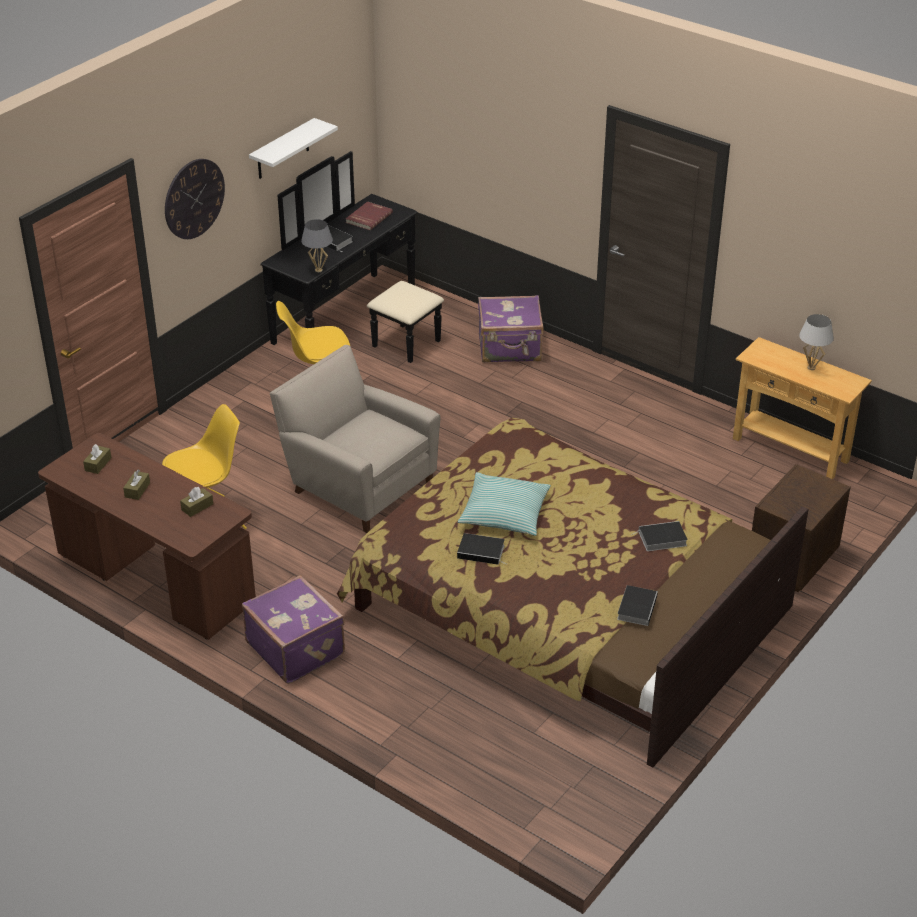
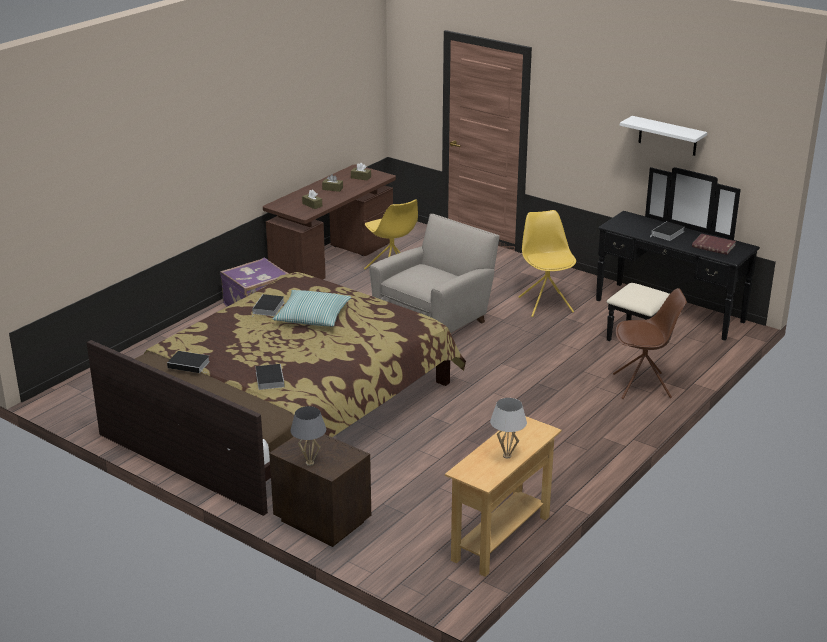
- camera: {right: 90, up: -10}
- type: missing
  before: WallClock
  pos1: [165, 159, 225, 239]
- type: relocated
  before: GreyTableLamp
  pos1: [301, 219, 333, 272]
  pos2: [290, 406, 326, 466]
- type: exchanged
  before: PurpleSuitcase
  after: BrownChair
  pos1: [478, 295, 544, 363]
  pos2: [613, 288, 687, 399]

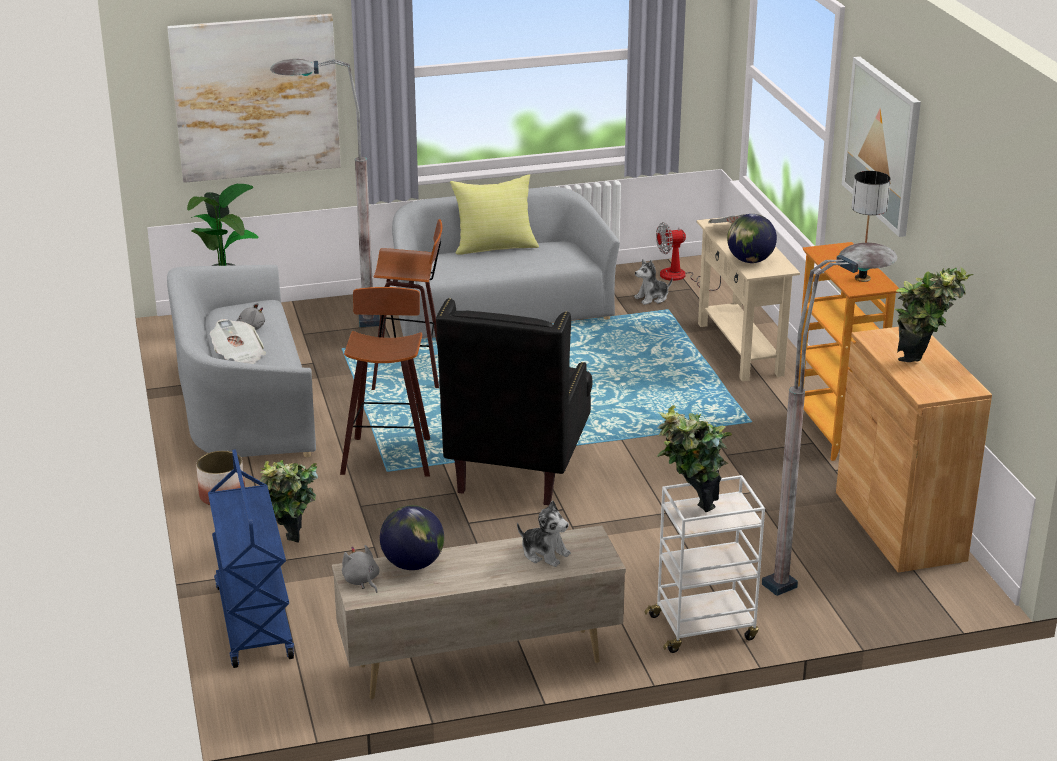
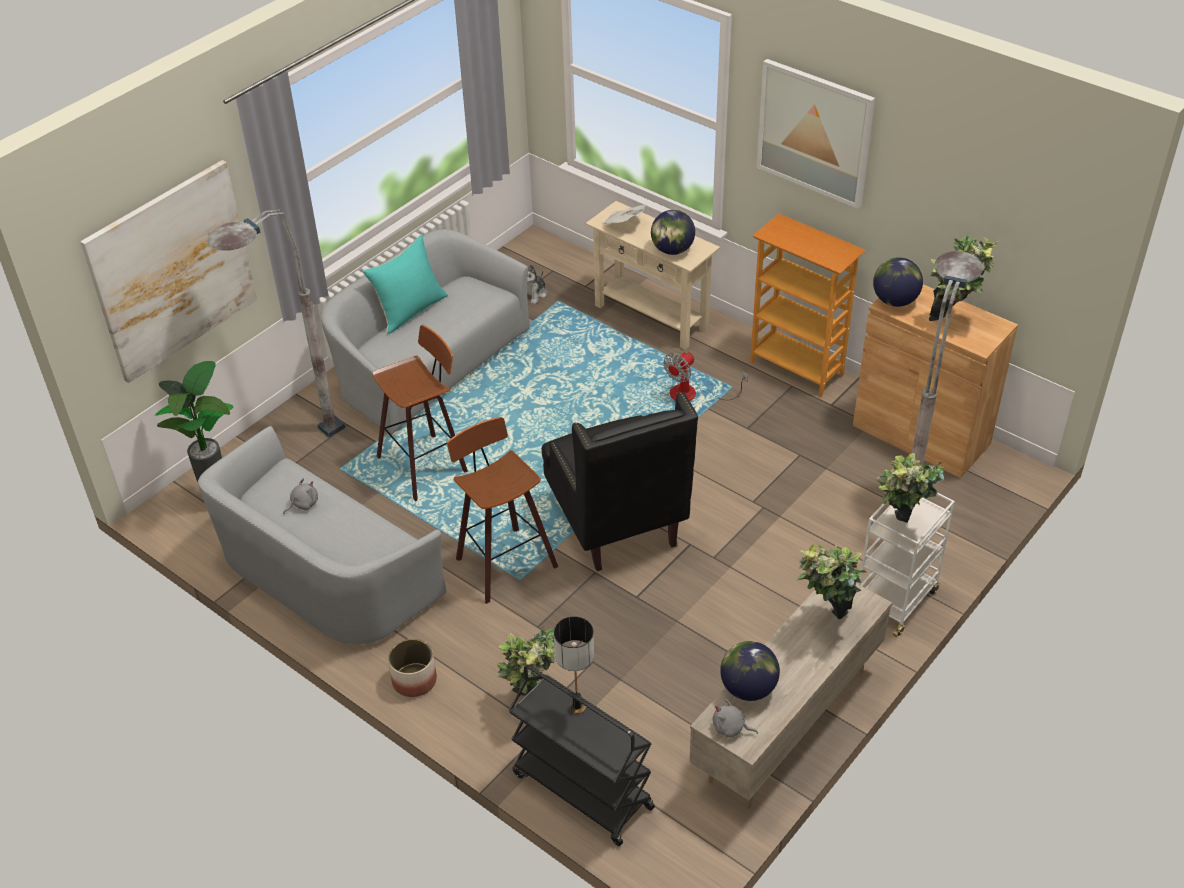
- camera: {right: -35, up: 15}
- type: missing
  before: Newspaper
  pos1: [210, 319, 266, 364]
- type: appeared
  after: Globe
  pos2: [873, 257, 923, 307]
- type: relocated
  before: Fan
  pos1: [656, 222, 721, 291]
  pos2: [663, 352, 748, 401]
- type: relocated
  before: TableLamp
  pos1: [852, 171, 891, 282]
  pos2: [554, 616, 594, 714]
- type: exchanged
  before: PlushToy
  after: PottedPlant
  pos1: [517, 500, 571, 567]
  pos2: [797, 544, 867, 619]
- type: colour
  before: BlueCart
  after: BlackCart
  pos1: [208, 449, 294, 668]
  pos2: [509, 664, 655, 846]
- type: colour
  before: YellowPillow
  after: TurquoisePillow
  pos1: [450, 174, 539, 255]
  pos2: [363, 234, 448, 334]

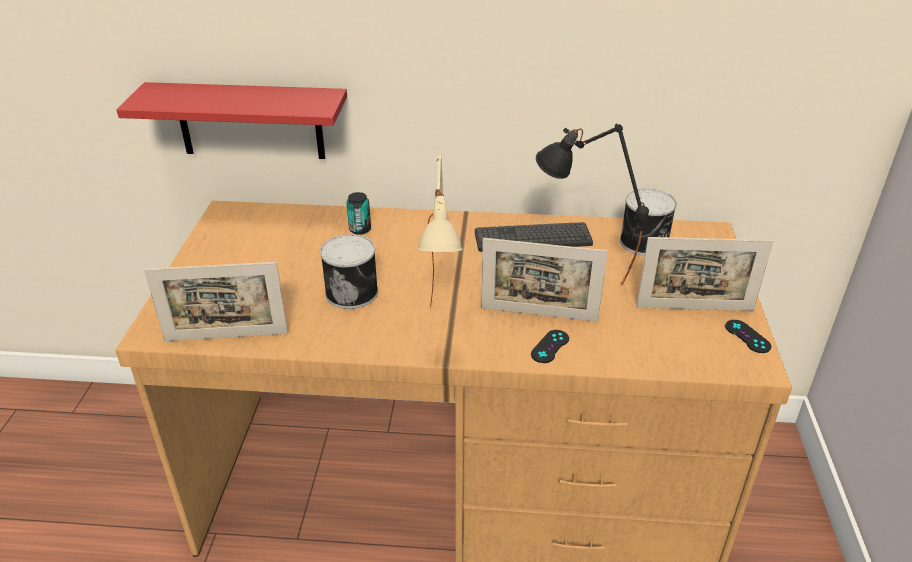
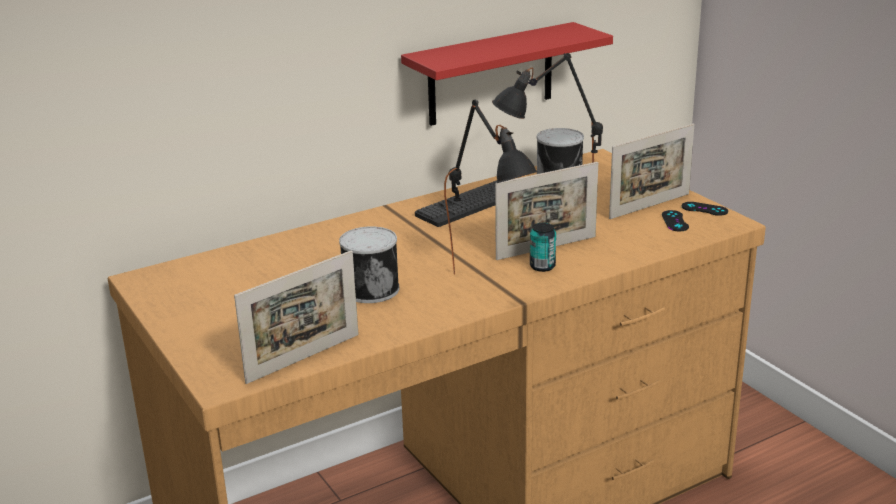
- camera: {right: -35, up: -10}
- type: relocated
  before: RedShelf
  pos1: [116, 82, 347, 159]
  pos2: [401, 22, 613, 126]
- type: relocated
  before: Can
  pos1: [346, 192, 371, 235]
  pos2: [530, 223, 556, 272]
- type: relocated
  before: BlackGameController
  pos1: [531, 330, 569, 363]
  pos2: [662, 210, 689, 231]
- type: colour
  before: BeigeTableLamp
  after: BlackTableLamp
  pos1: [417, 154, 463, 308]
  pos2: [444, 99, 538, 274]

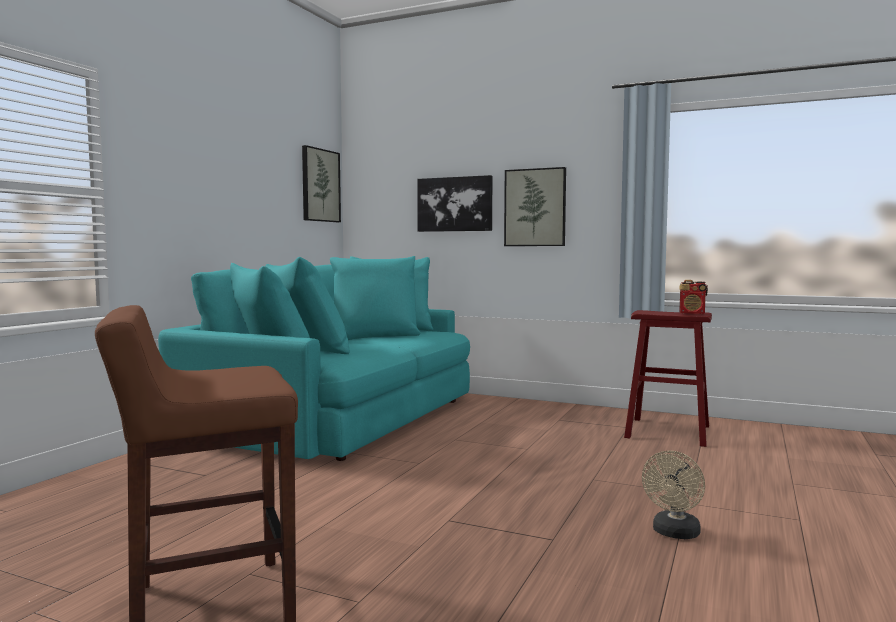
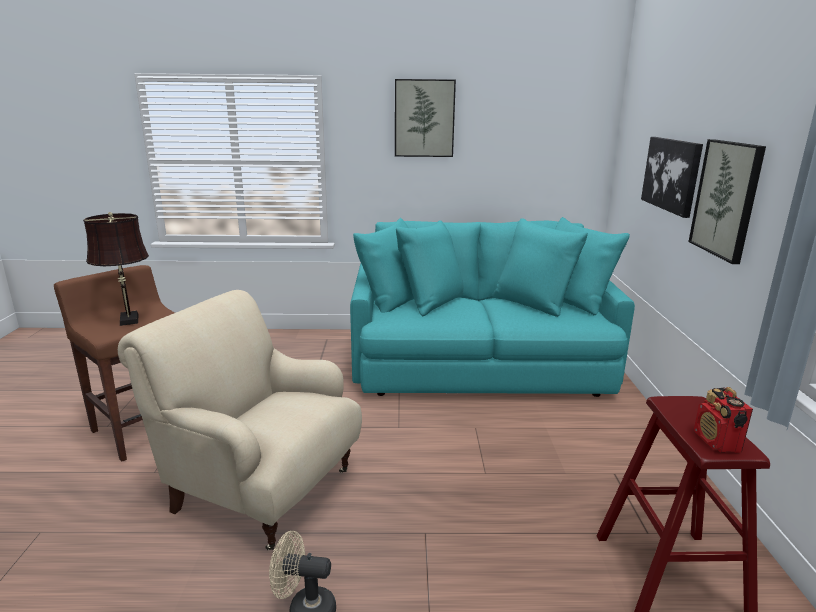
- camera: {right: 65, up: 15}
- type: appeared
  after: BrownTableLamp
  pos2: [83, 212, 149, 326]
- type: appeared
  after: BeigeArmchair
  pos2: [118, 290, 362, 550]
- type: relocated
  before: Picture
  pos1: [302, 145, 341, 222]
  pos2: [395, 79, 456, 157]

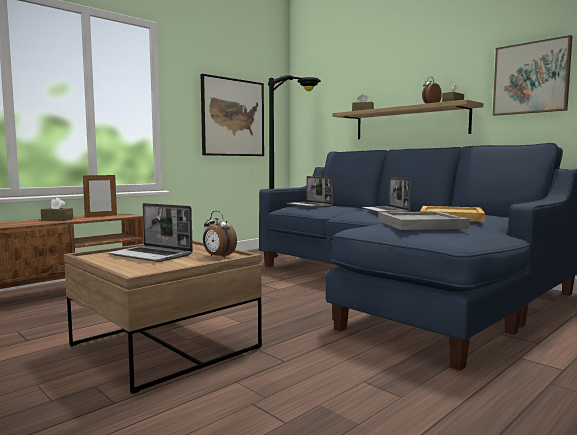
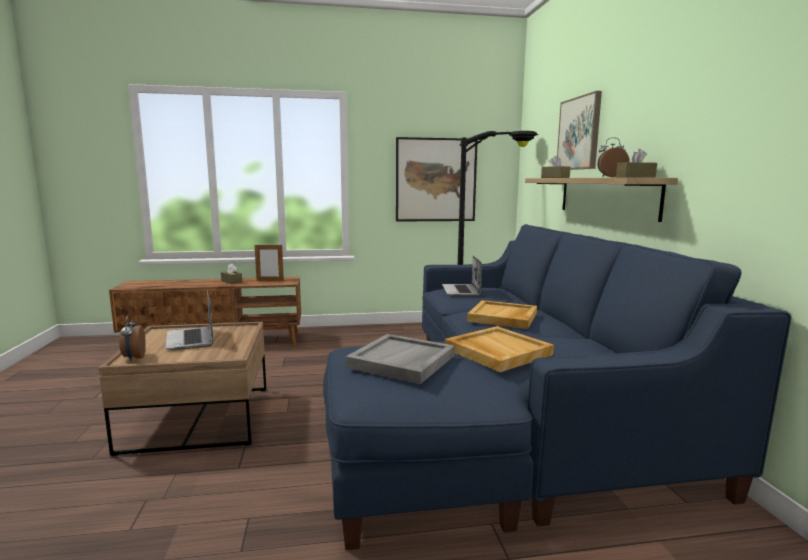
- camera: {right: 35, up: 5}
- type: relocated
  before: AlarmClock
  pos1: [203, 211, 237, 258]
  pos2: [119, 315, 146, 361]
- type: relocated
  before: Picture
  pos1: [493, 35, 572, 116]
  pos2: [557, 91, 602, 170]
- type: exchanged
  before: Laptop
  after: BeigeTray
  pos1: [362, 177, 411, 213]
  pos2: [467, 300, 537, 329]

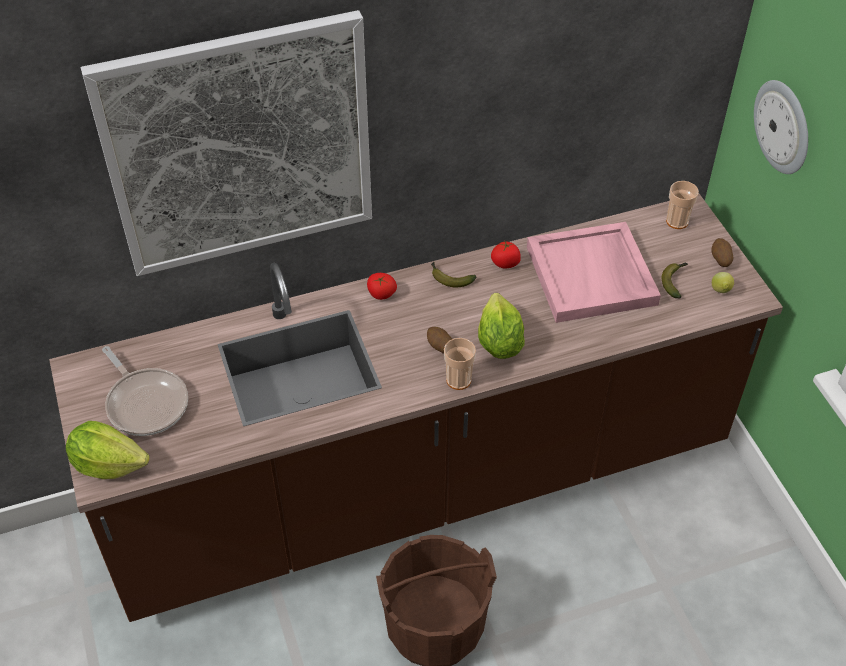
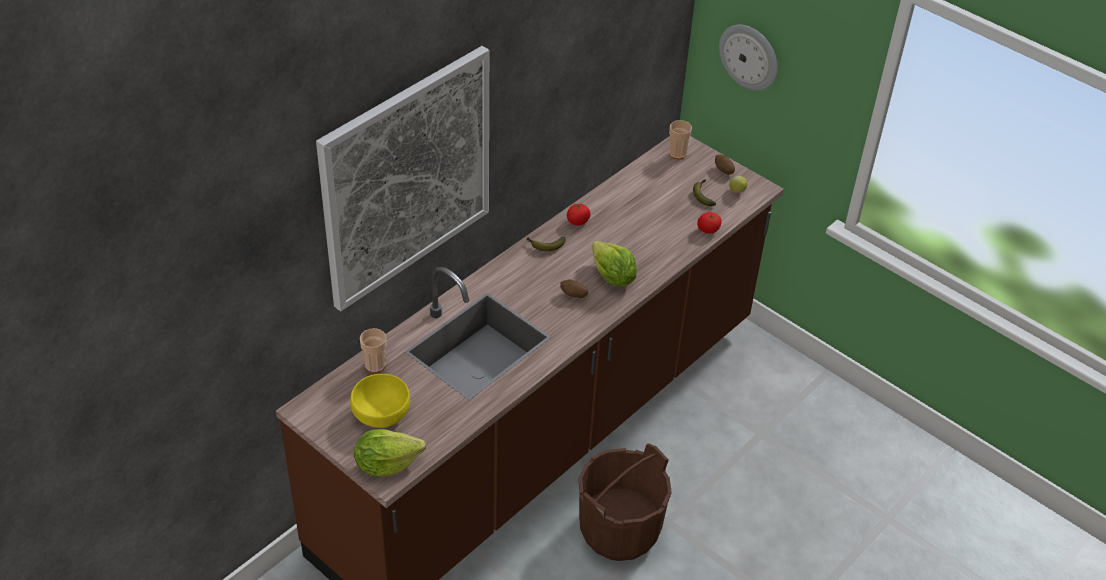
- camera: {right: -30, up: -5}
- type: missing
  before: PinkTray
  pos1: [527, 222, 661, 323]
- type: relocated
  before: Tomato
  pos1: [367, 273, 397, 300]
  pos2: [697, 212, 722, 234]
- type: relocated
  before: Cup
  pos1: [444, 338, 476, 390]
  pos2: [360, 328, 387, 373]
- type: exchanged
  before: FryingPan
  after: YellowBowl
  pos1: [102, 346, 188, 436]
  pos2: [350, 374, 410, 428]

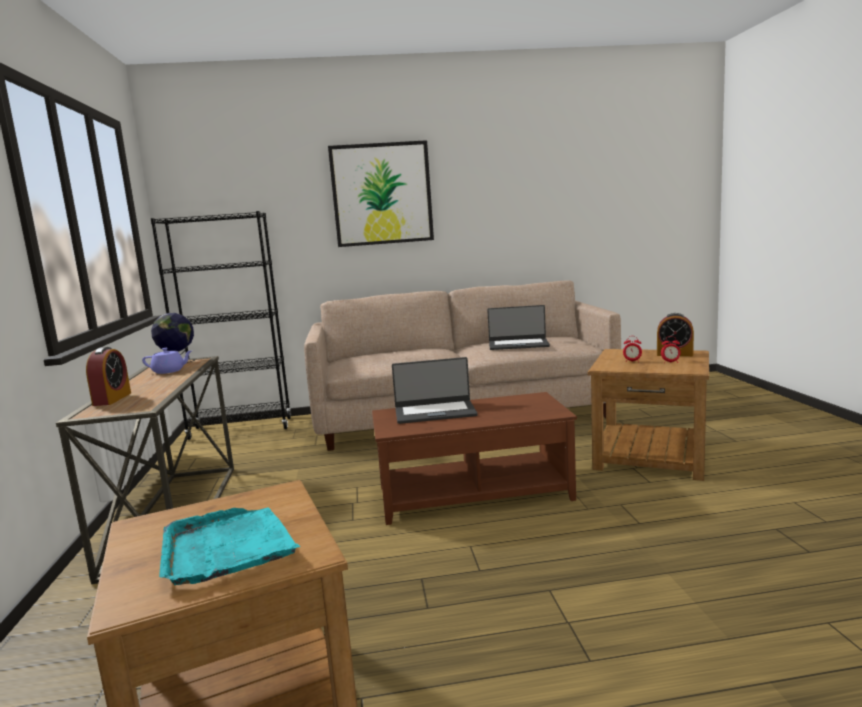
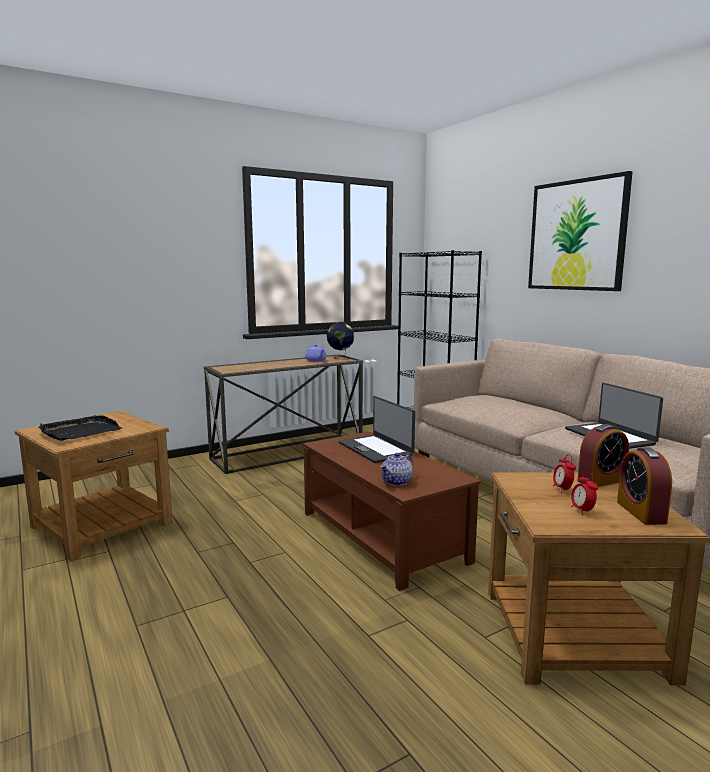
- camera: {right: 65, up: 0}
- type: appeared
  after: Teapot
  pos2: [380, 453, 413, 486]
- type: relocated
  before: AlarmClock
  pos1: [86, 347, 131, 406]
  pos2: [577, 424, 629, 487]
- type: colour
  before: TurquoiseTray
  after: BlackTray
  pos1: [159, 507, 300, 585]
  pos2: [39, 415, 123, 441]

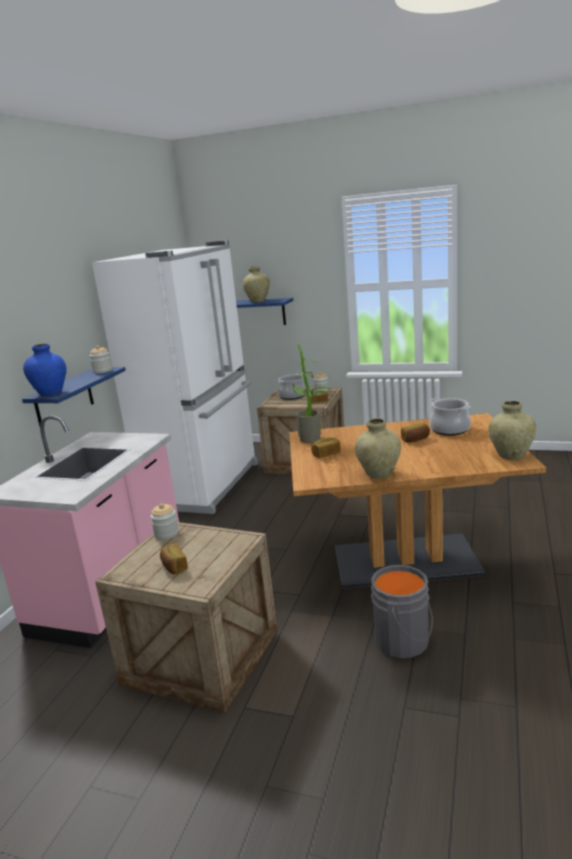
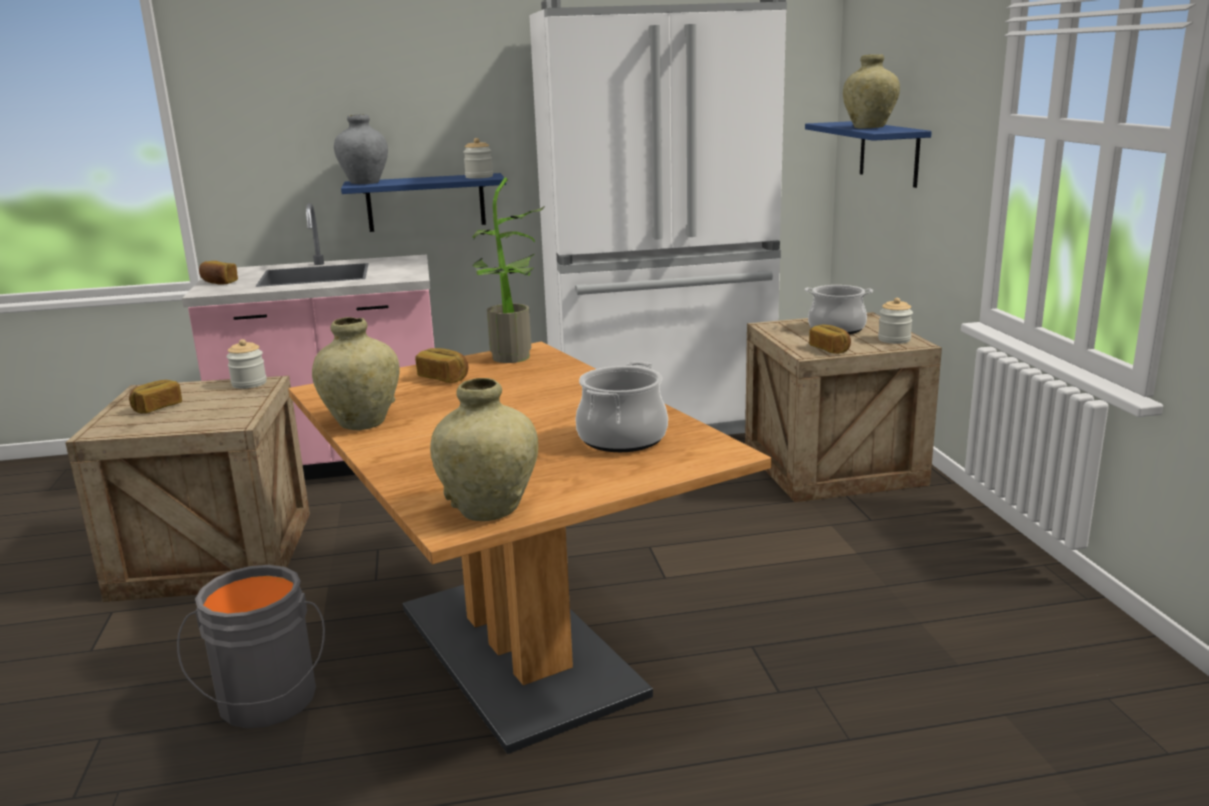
- camera: {right: 60, up: 0}
- type: relocated
  before: Bread
  pos1: [401, 423, 430, 443]
  pos2: [199, 261, 238, 285]
- type: colour
  before: BlueVase
  after: GreyVase
  pos1: [23, 344, 67, 396]
  pos2: [334, 114, 388, 184]

